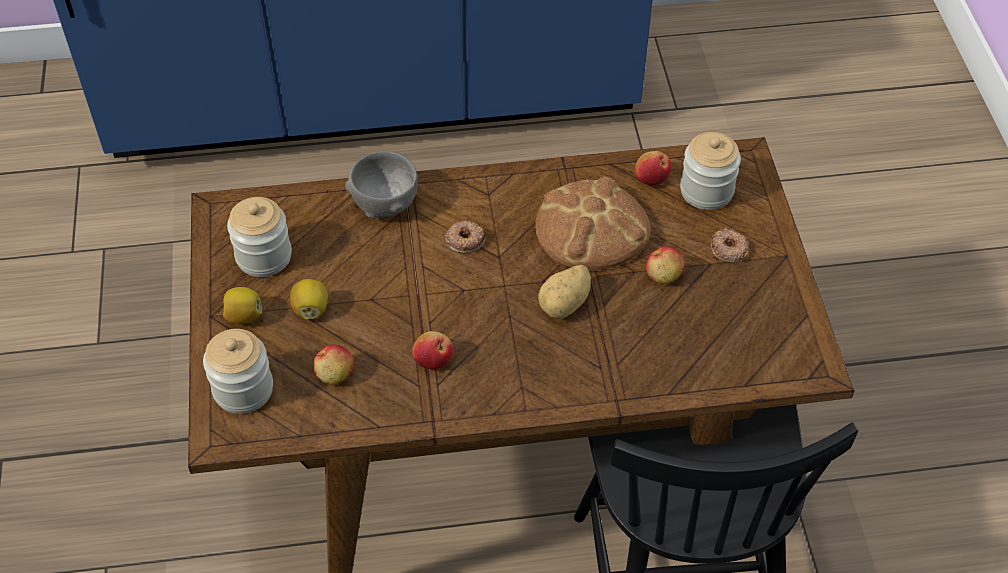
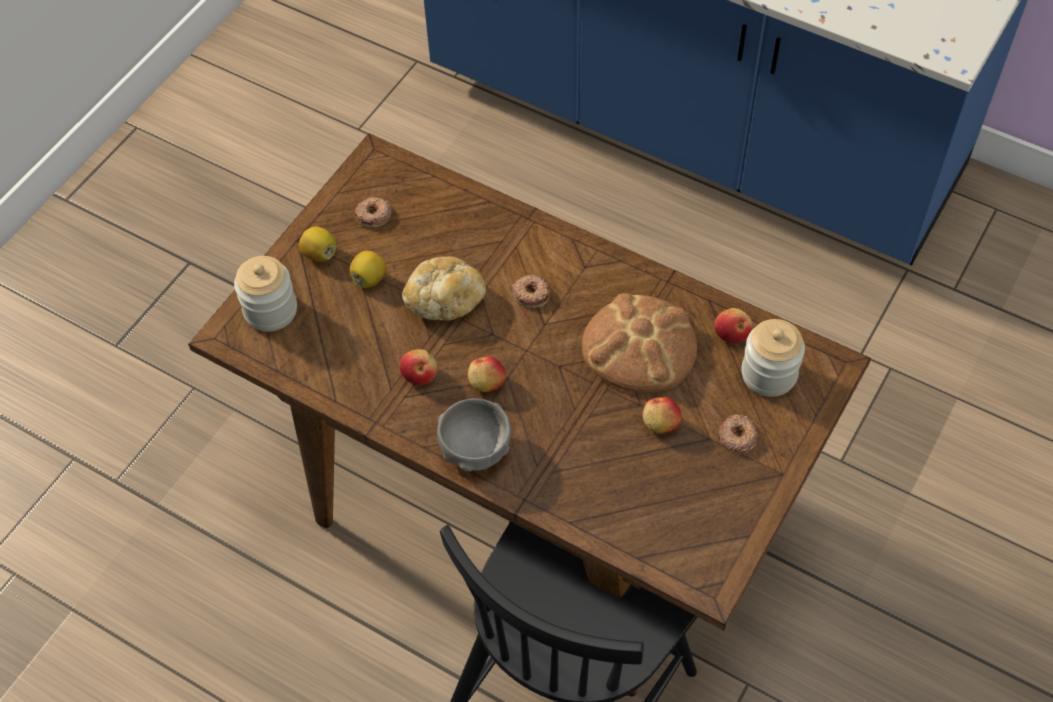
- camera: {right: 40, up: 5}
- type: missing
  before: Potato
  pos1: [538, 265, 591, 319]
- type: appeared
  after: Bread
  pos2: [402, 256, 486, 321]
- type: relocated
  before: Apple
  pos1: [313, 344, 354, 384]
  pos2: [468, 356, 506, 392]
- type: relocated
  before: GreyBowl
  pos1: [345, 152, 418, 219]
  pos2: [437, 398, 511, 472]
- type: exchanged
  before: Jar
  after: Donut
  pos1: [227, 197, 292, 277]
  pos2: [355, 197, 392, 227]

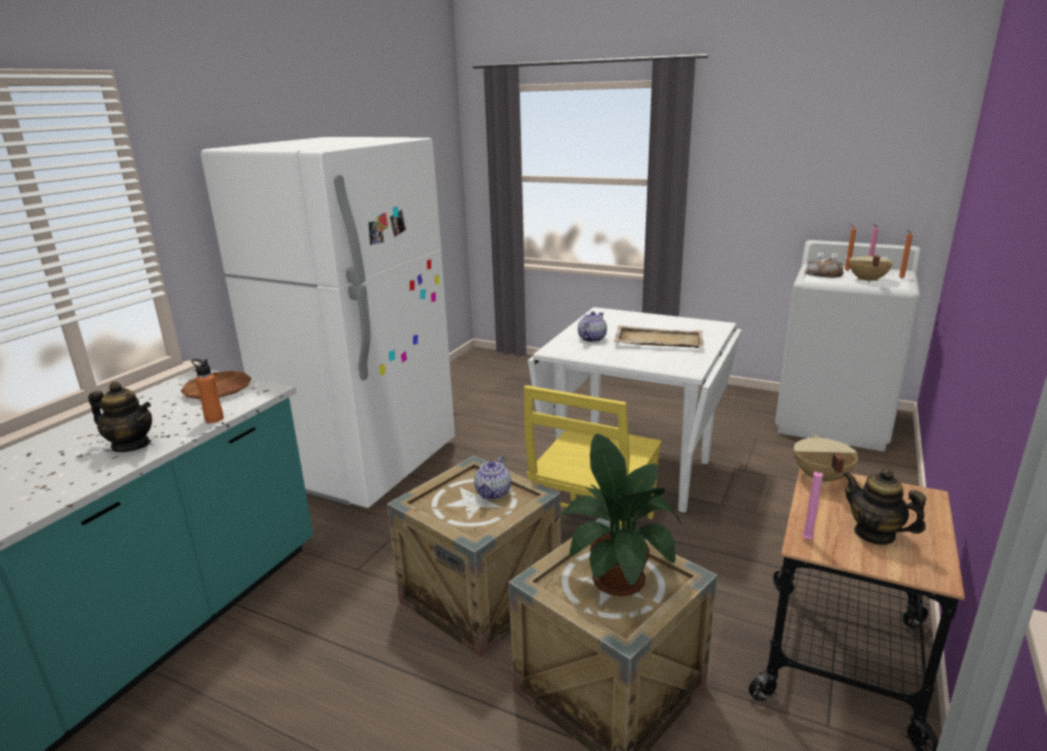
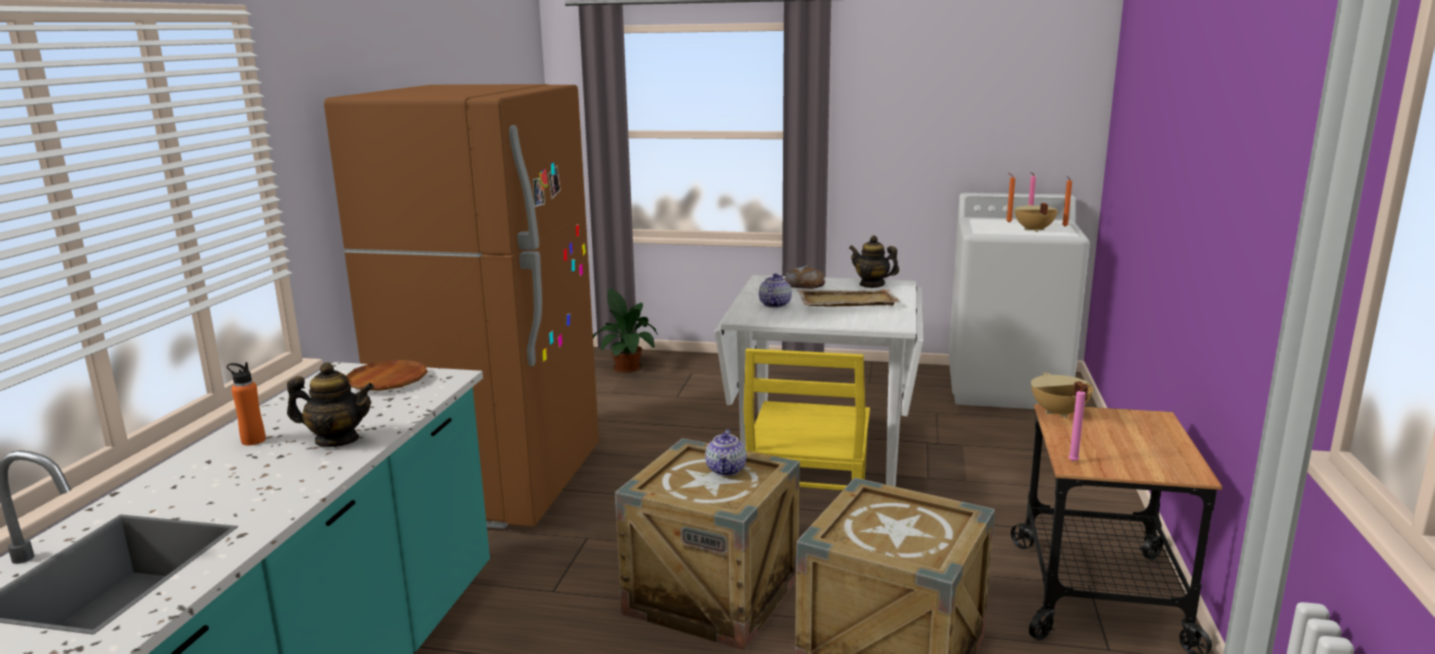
- camera: {right: -15, up: -5}
- type: relocated
  before: OrangeBottle
  pos1: [191, 359, 224, 423]
  pos2: [227, 362, 266, 445]
- type: relocated
  before: PottedPlant
  pos1: [554, 434, 682, 596]
  pos2: [593, 288, 658, 373]
- type: relocated
  before: Bread
  pos1: [805, 258, 844, 278]
  pos2: [785, 265, 825, 289]
- type: relocated
  before: Teapot
  pos1: [843, 468, 926, 545]
  pos2: [849, 236, 899, 288]
- type: colour
  before: WhiteFridge
  after: BrownFridge
  pos1: [201, 137, 455, 508]
  pos2: [324, 84, 599, 529]

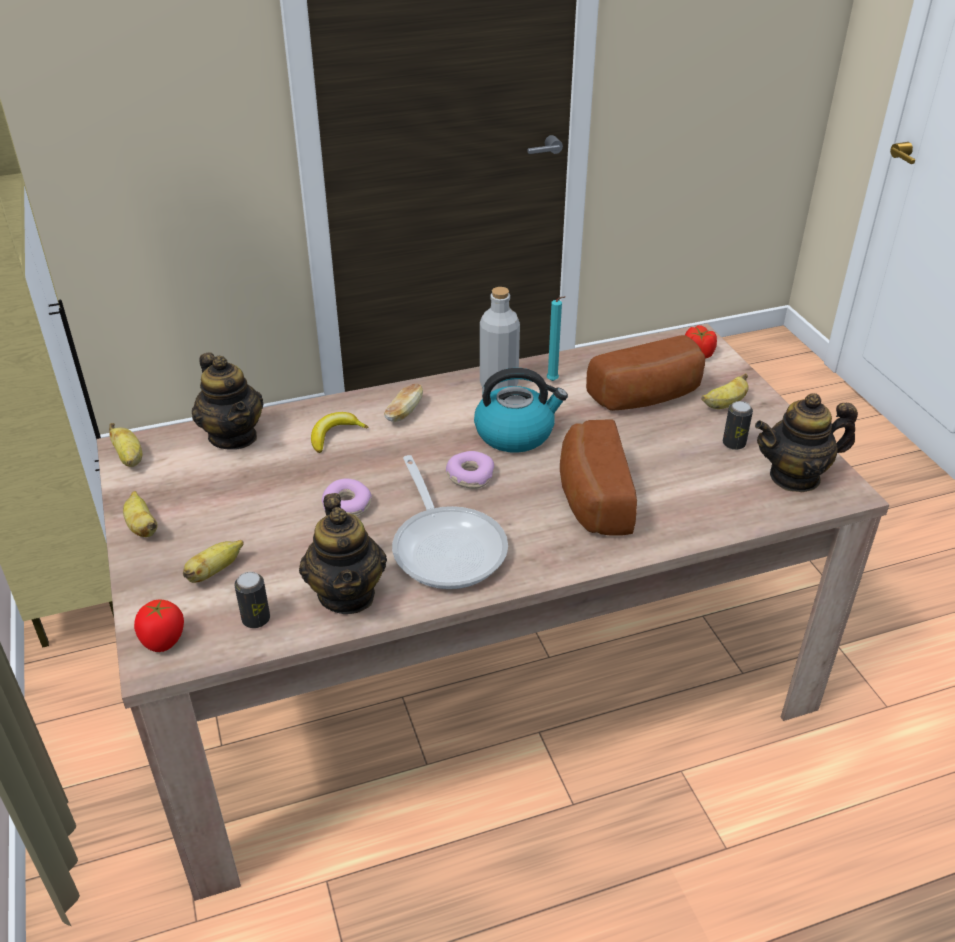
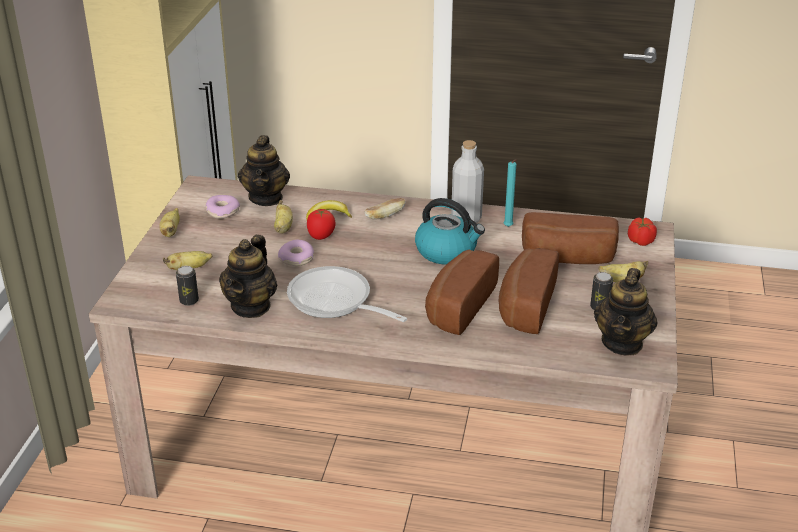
- camera: {right: 30, up: -5}
- type: appeared
  after: Bread
  pos2: [499, 248, 559, 334]
- type: relocated
  before: Banana
  pos1: [109, 423, 143, 467]
  pos2: [274, 200, 293, 234]
- type: relocated
  before: Tomato
  pos1: [134, 600, 184, 652]
  pos2: [307, 209, 336, 240]
- type: relocated
  before: Donut
  pos1: [446, 451, 494, 489]
  pos2: [205, 195, 240, 219]
- type: spun
  before: FryingPan
  pos1: [392, 455, 508, 589]
  pos2: [287, 266, 407, 322]
  turn: 120
- type: spun
  before: Teapot
  pos1: [755, 393, 858, 492]
  pos2: [594, 268, 658, 356]
  turn: -90

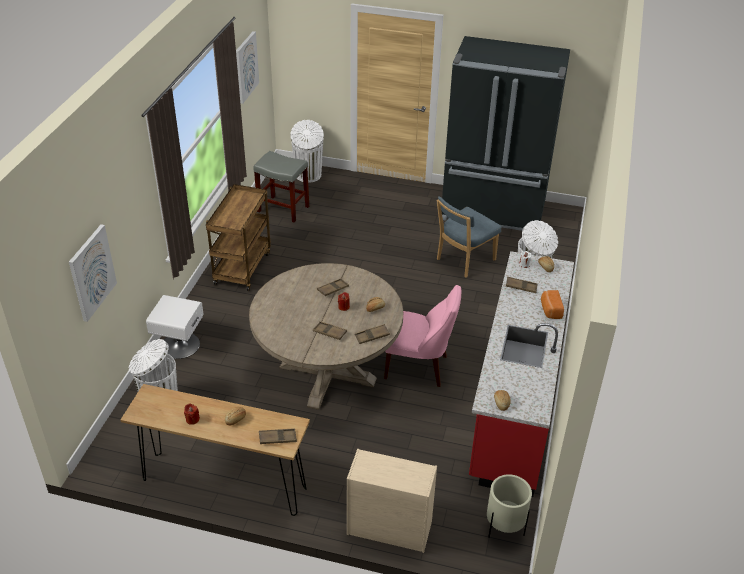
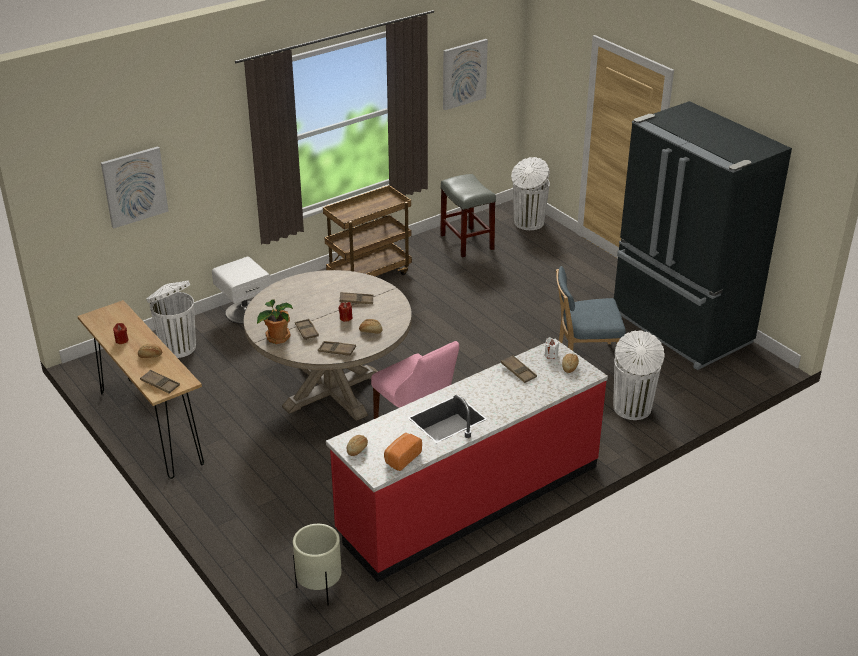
- camera: {right: 40, up: -5}
- type: missing
  before: BeigeDresser
  pos1: [347, 449, 437, 553]
- type: appeared
  after: PottedPlant
  pos2: [257, 299, 293, 344]
- type: relocated
  before: Bread
  pos1: [541, 290, 564, 319]
  pos2: [384, 433, 422, 471]

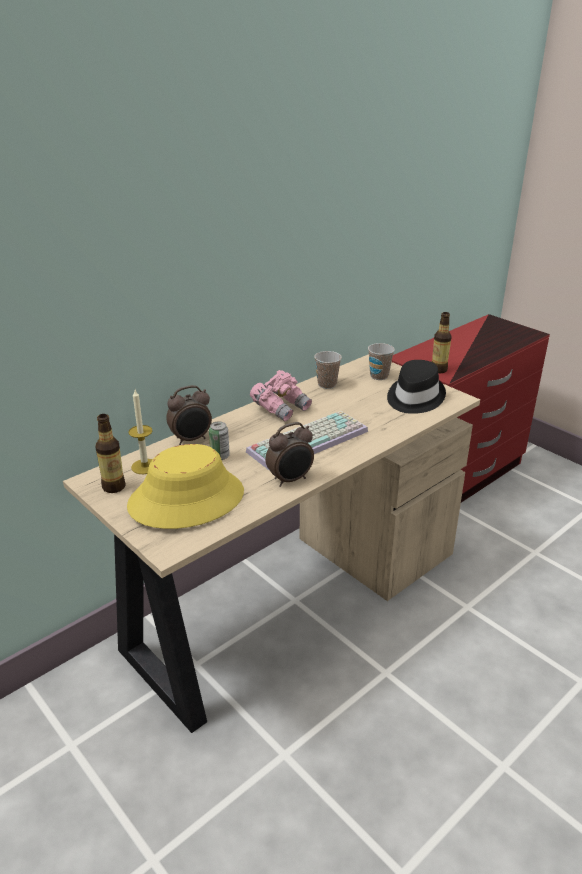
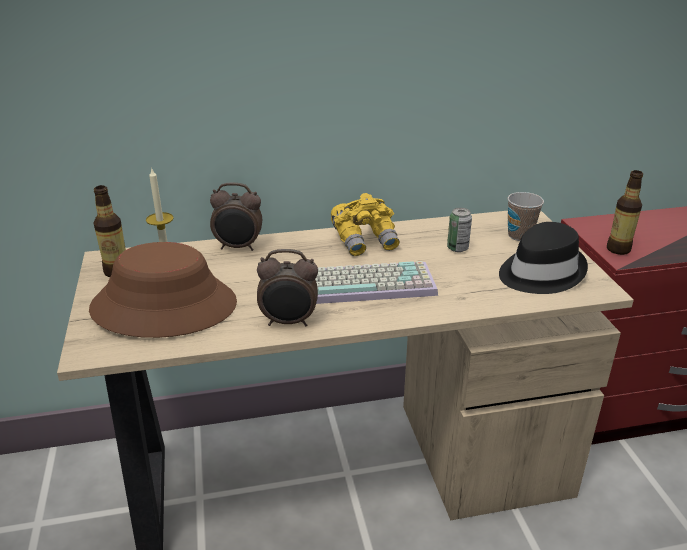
- camera: {right: 30, up: 0}
- type: missing
  before: Cup
  pos1: [314, 351, 342, 389]
- type: relocated
  before: Can
  pos1: [209, 421, 230, 460]
  pos2: [447, 208, 472, 252]
- type: colour
  before: YellowHat
  after: BrownHat
  pos1: [127, 444, 244, 529]
  pos2: [89, 242, 237, 338]
- type: colour
  before: PinkBinoculars
  after: YellowBinoculars
  pos1: [250, 370, 312, 421]
  pos2: [331, 193, 400, 256]

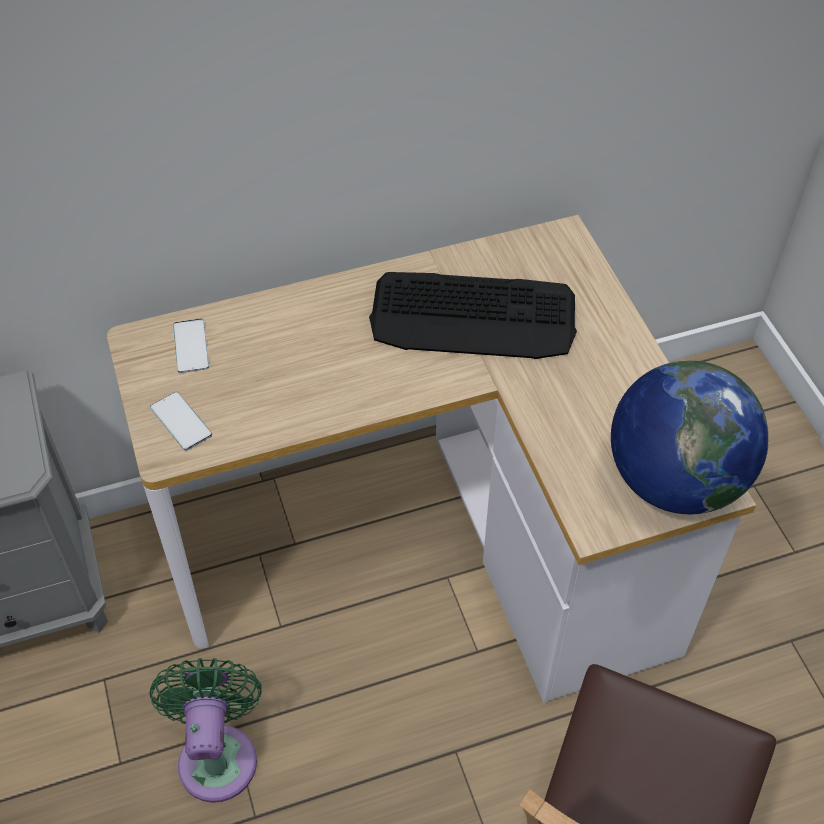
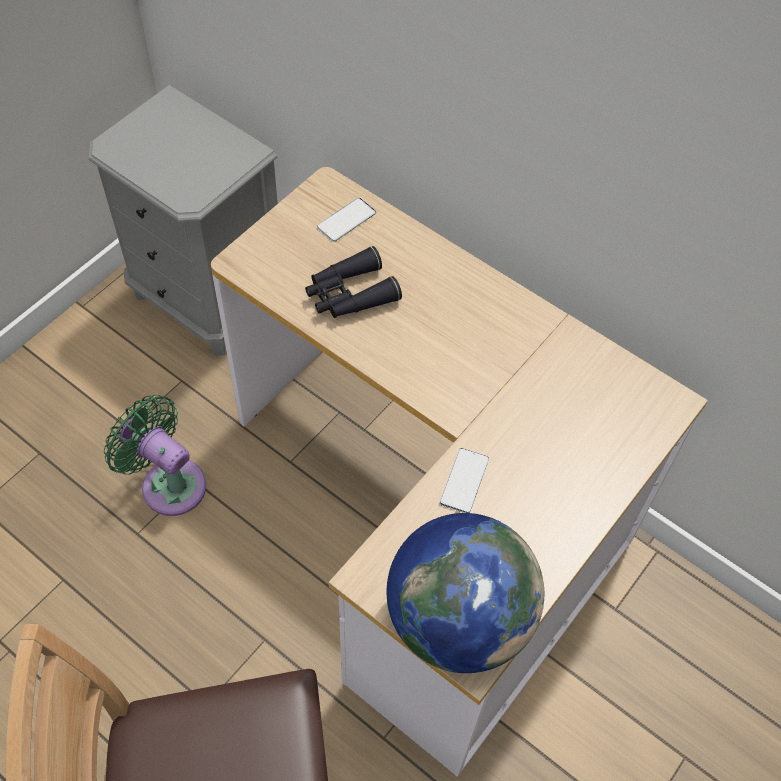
- camera: {right: 55, up: 5}
- type: missing
  before: Keyboard
  pos1: [369, 272, 577, 359]
- type: appeared
  after: BlackBinoculars
  pos2: [305, 246, 402, 318]
- type: relocated
  before: Phone
  pos1: [150, 392, 212, 451]
  pos2: [440, 448, 489, 513]
- type: spun
  before: GreenFan
  pos1: [150, 658, 262, 803]
  pos2: [104, 395, 206, 516]
  turn: -105

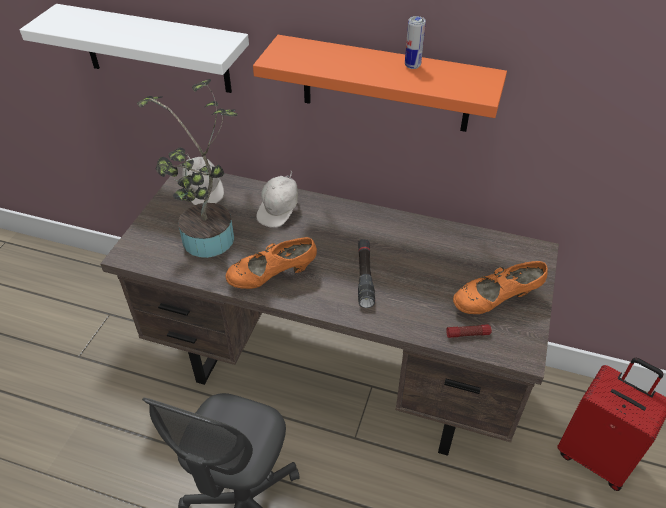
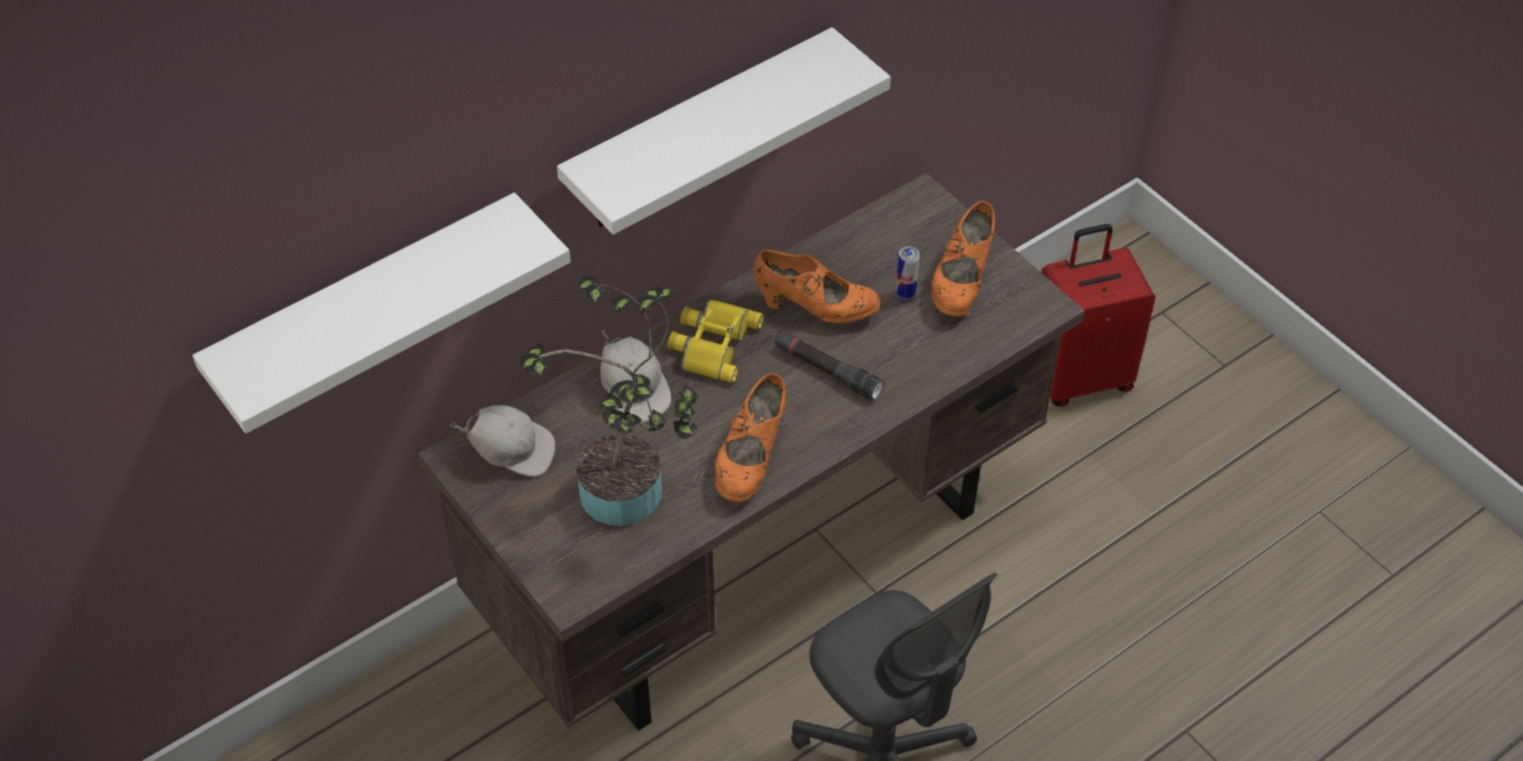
- camera: {right: -55, up: 5}
- type: missing
  before: Flashlight
  pos1: [446, 324, 492, 338]
- type: appeared
  after: YellowBinoculars
  pos2: [667, 299, 763, 383]
- type: appeared
  after: OrangeShoe
  pos2: [753, 249, 880, 323]
- type: relocated
  before: Can
  pos1: [405, 16, 426, 69]
  pos2: [896, 246, 920, 301]
- type: colour
  before: OrangeShelf
  after: WhiteShelf
  pos1: [253, 35, 507, 132]
  pos2: [557, 27, 891, 235]

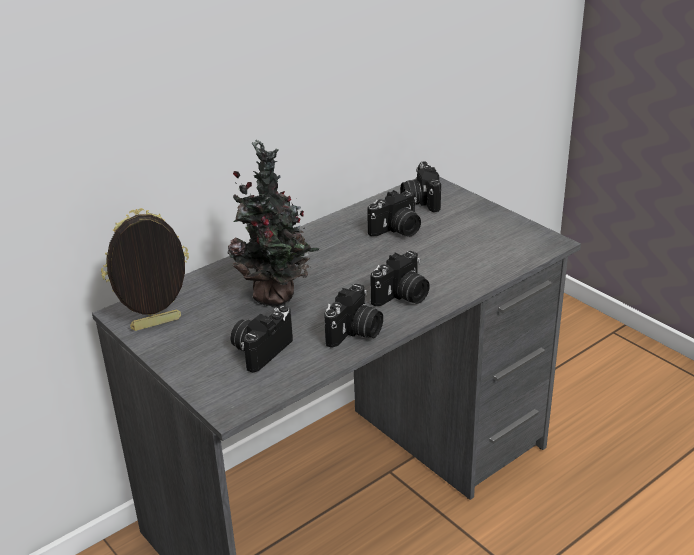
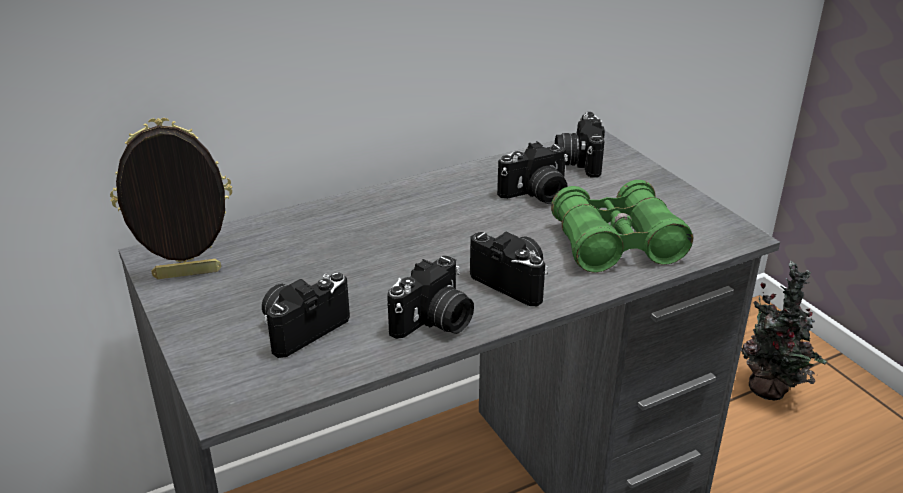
- camera: {right: 10, up: 0}
- type: appeared
  after: GreenBinoculars
  pos2: [551, 180, 693, 273]
- type: relocated
  before: PottedPlant
  pos1: [228, 140, 320, 306]
  pos2: [741, 261, 827, 401]
- type: spun
  before: PhotoCamera
  pos1: [370, 251, 430, 307]
  pos2: [470, 232, 548, 306]
  turn: -105

